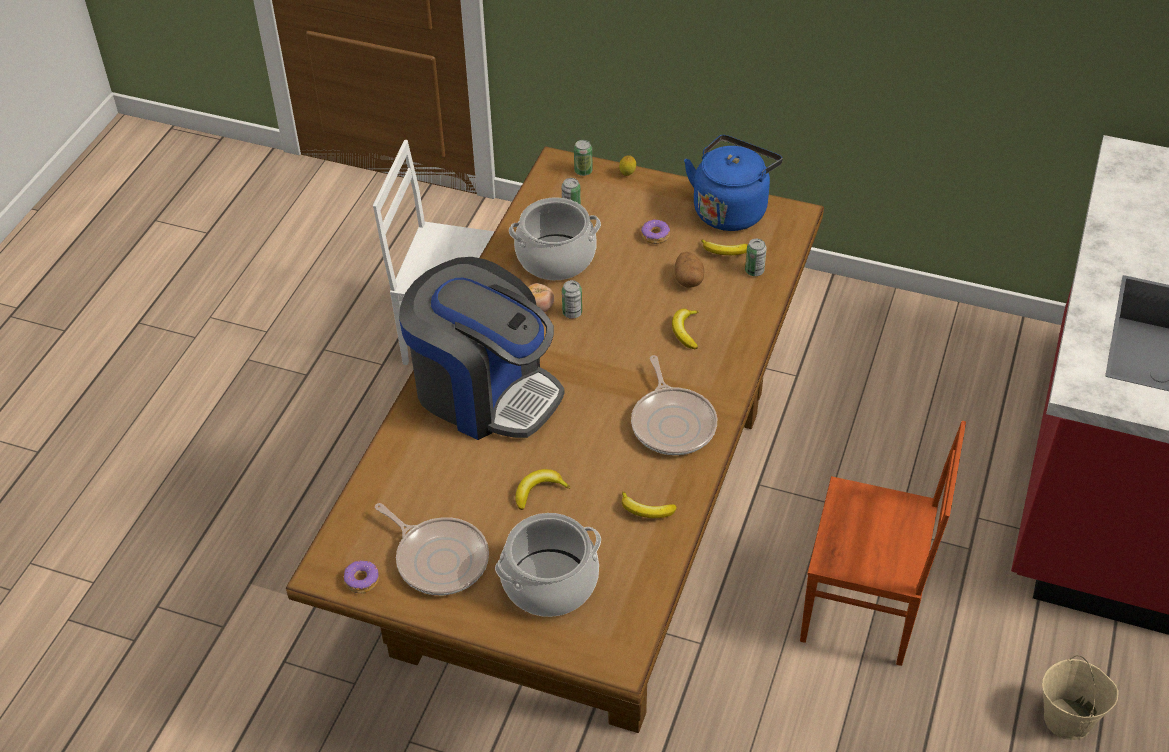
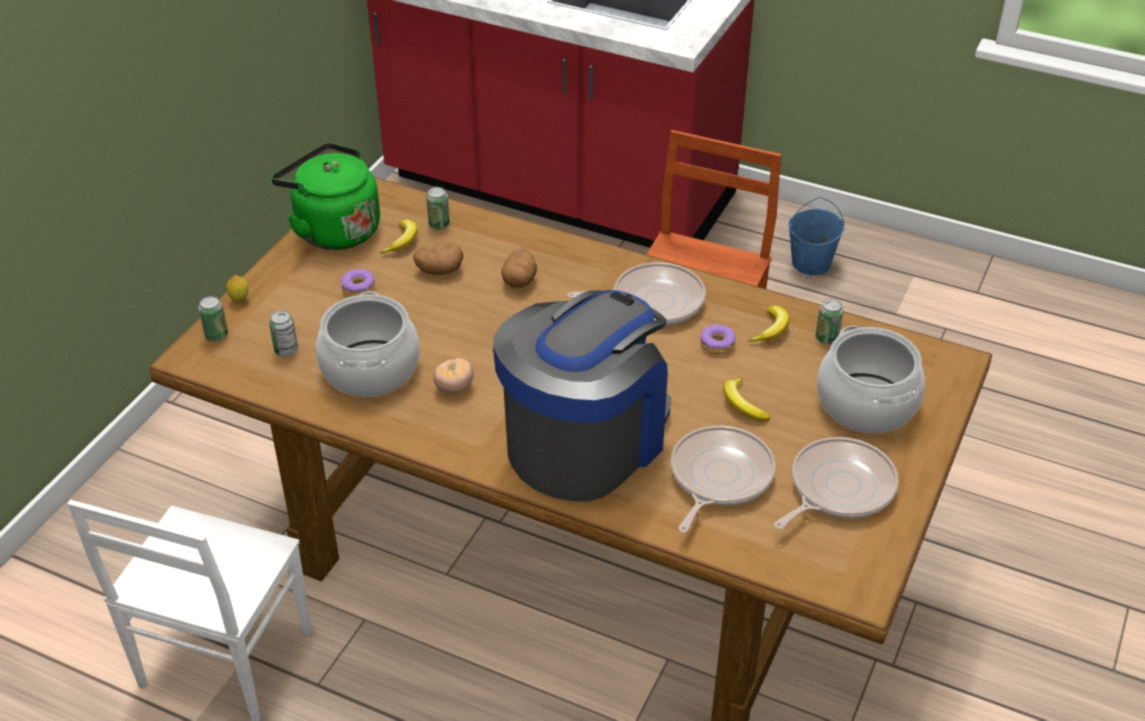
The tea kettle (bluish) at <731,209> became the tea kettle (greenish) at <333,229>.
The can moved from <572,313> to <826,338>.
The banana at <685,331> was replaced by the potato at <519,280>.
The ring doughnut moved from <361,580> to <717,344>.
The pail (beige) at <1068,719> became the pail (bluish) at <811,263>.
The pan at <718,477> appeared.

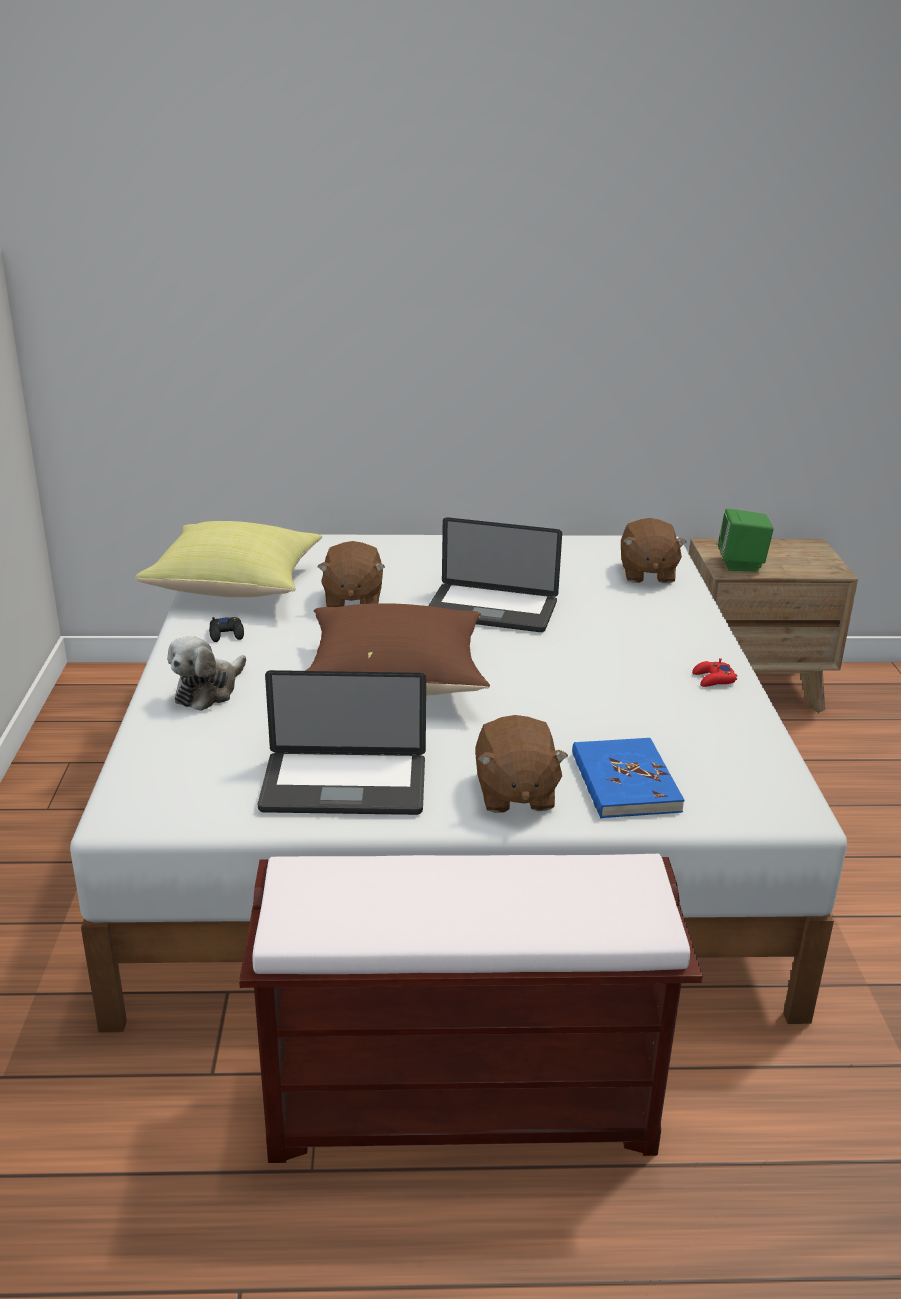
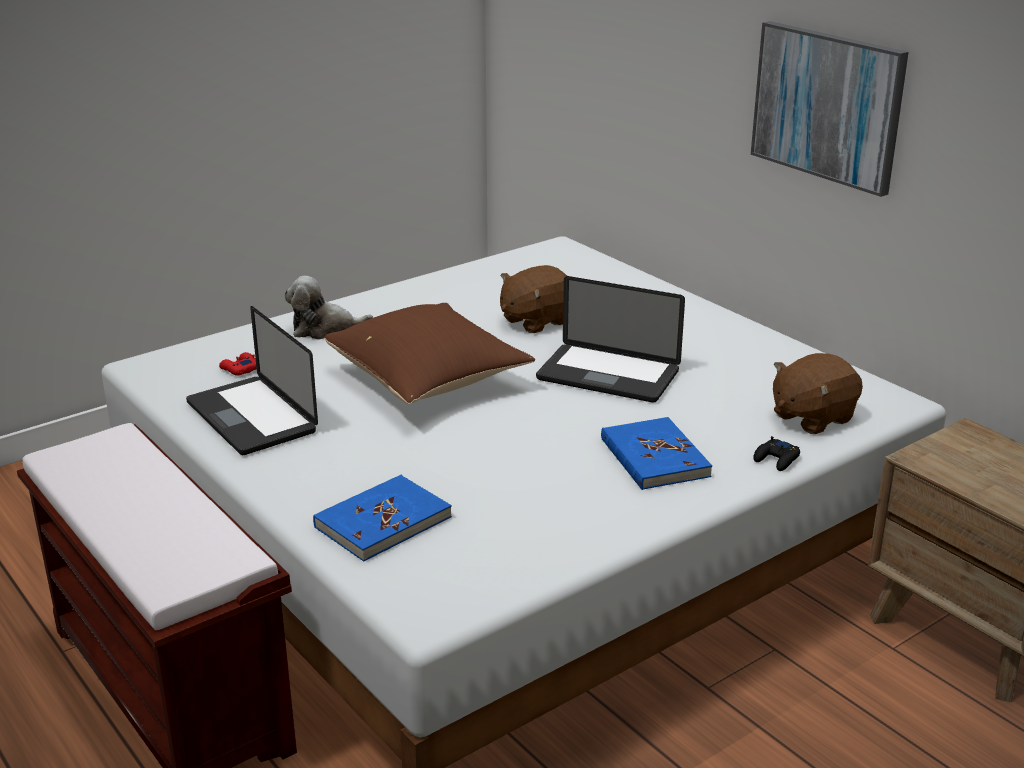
The loudspeaker (greenish) at <741,564> disappeared.
The laptop at <491,610> turned 45 degrees counterclockwise.
The throw pillow (yellow-coloured) at <237,586> disappeared.
The gamepad (black-coloured) moved from <227,634> to <776,460>.
The gamepad (reddish) moved from <713,679> to <240,369>.
The plush toy (brown-coloured) at <514,793> disappeared.
The wall picture at <827,105> appeared.
The volume (bluish) at <654,458> appeared.

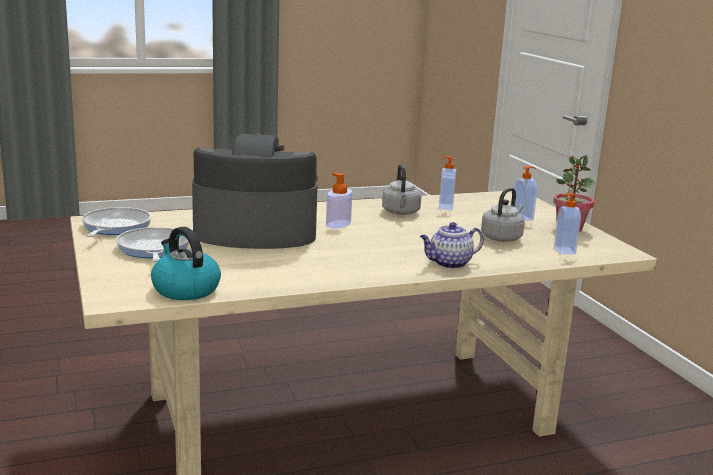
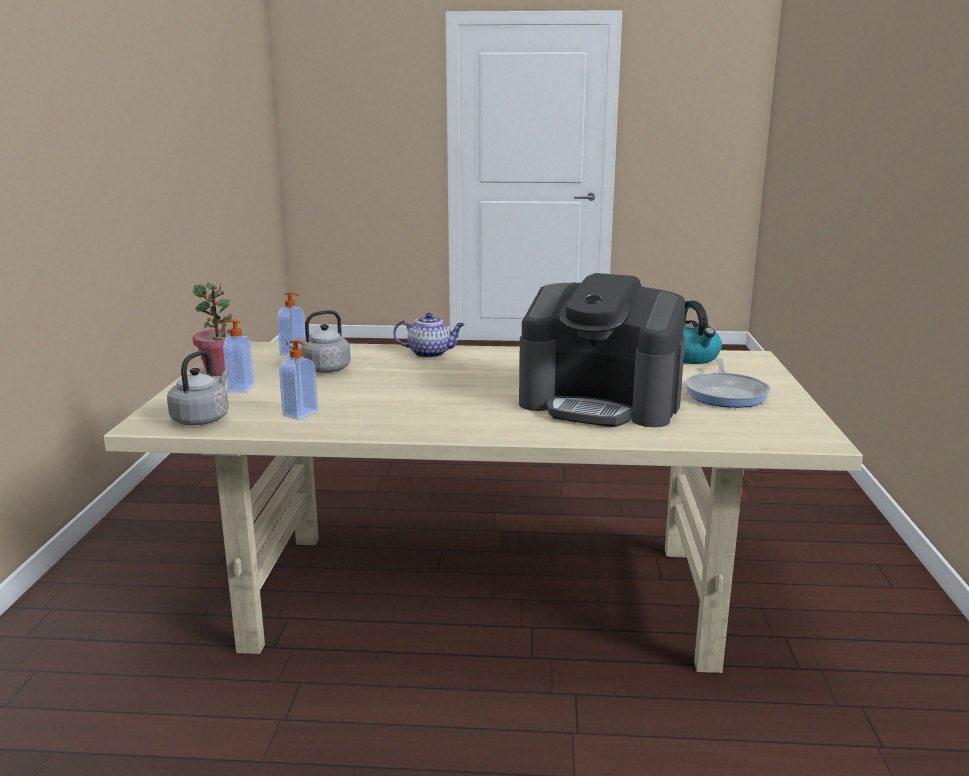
The tea kettle (gray) moved from <401,213> to <202,419>.
The soap bottle at <338,224> disappeared.
The pan at <114,227> disappeared.

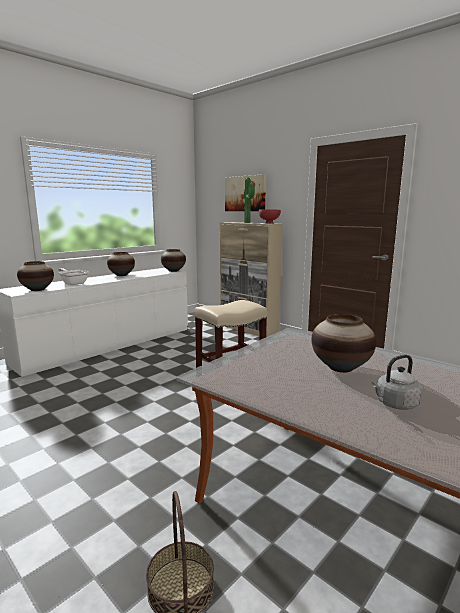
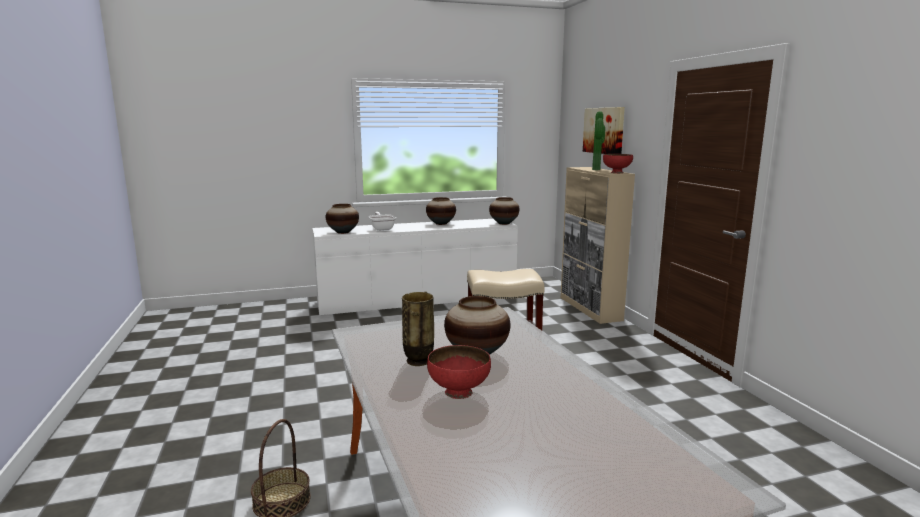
The tea kettle (gray) at <395,404> was replaced by the serving bowl (reddish) at <458,393>.
The flower vase at <419,361> appeared.

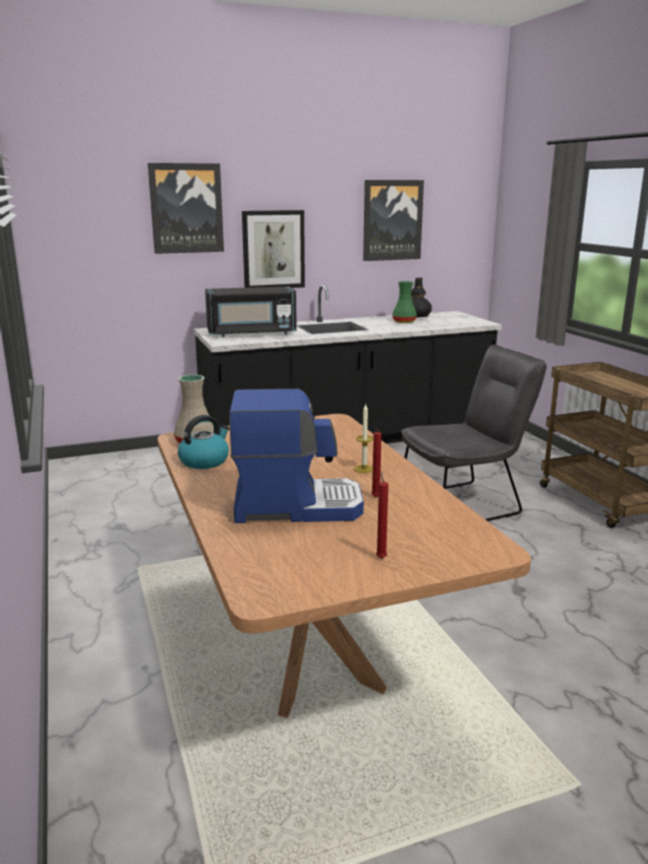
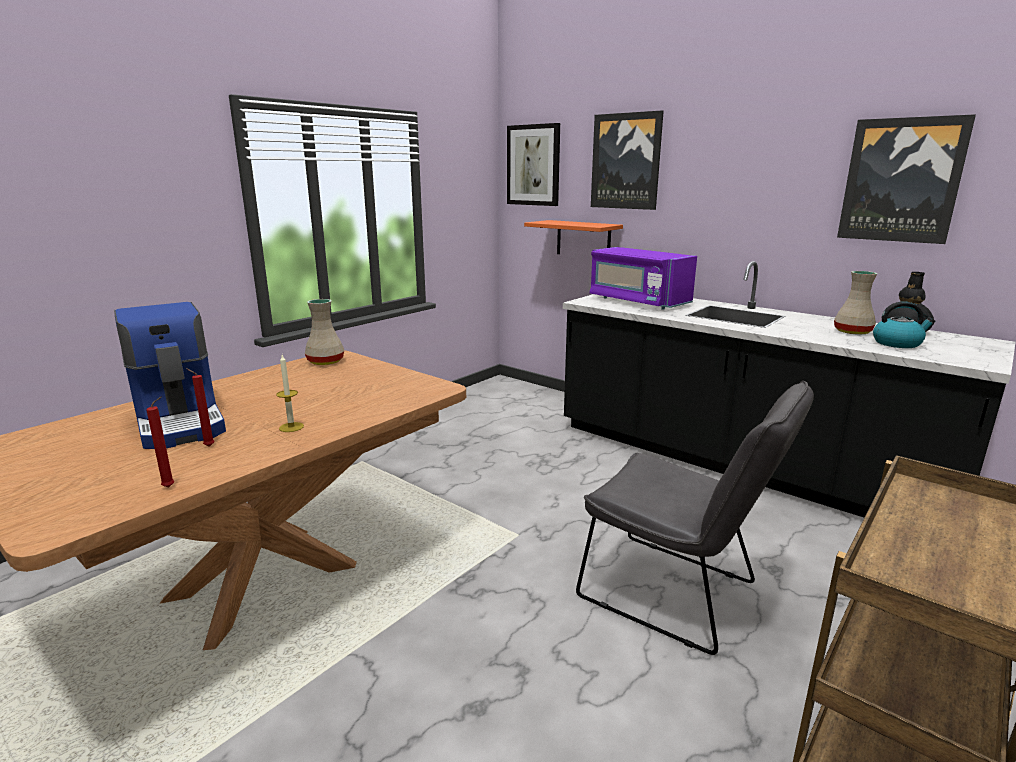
The wall picture moved from <273,250> to <533,165>.
The flower vase (greenish) at <404,322> became the flower vase (beige) at <853,332>.
The microwave (black-coloured) at <251,333> became the microwave (purple-coloured) at <637,301>.
The tea kettle moved from <204,461> to <897,343>.
The wax light (reddish) moved from <381,557> to <171,486>.
The shelf (orange) at <583,239> appeared.

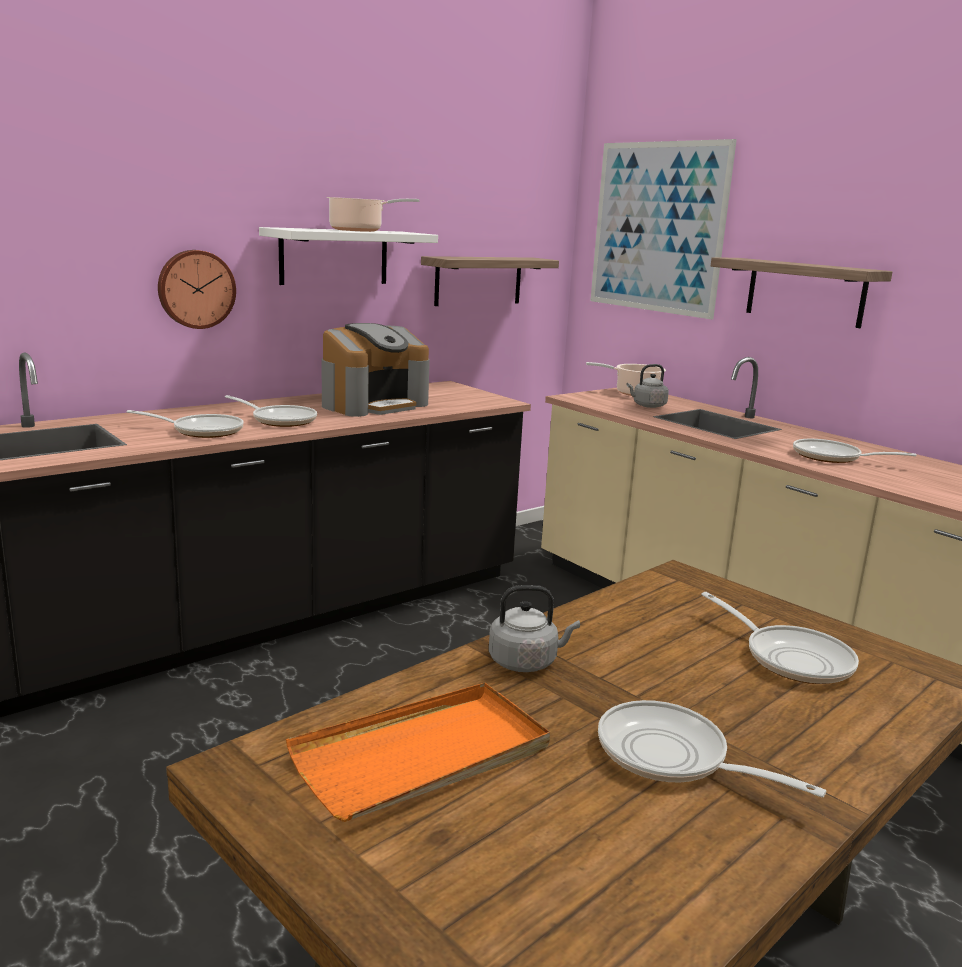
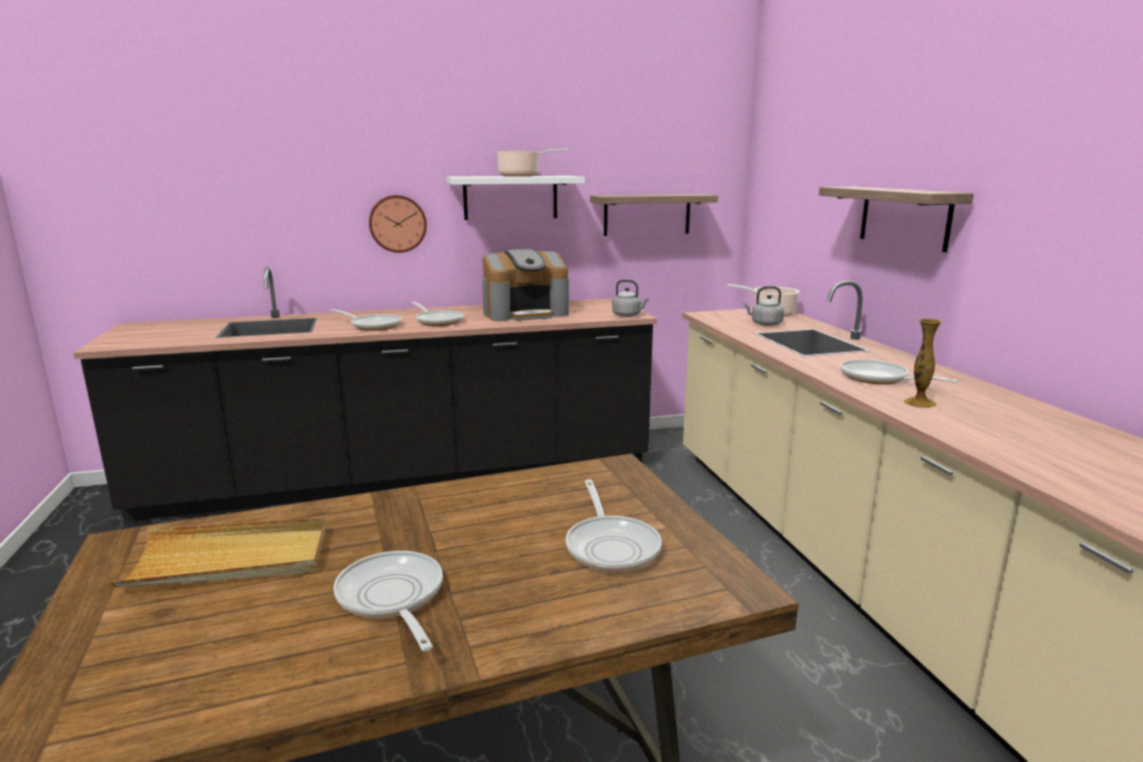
The wall picture at <657,227> disappeared.
The tea kettle (gray) moved from <526,662> to <628,315>.
The serving tray (orange) at <424,756> became the serving tray (beige) at <230,559>.
The flower vase at <919,403> appeared.

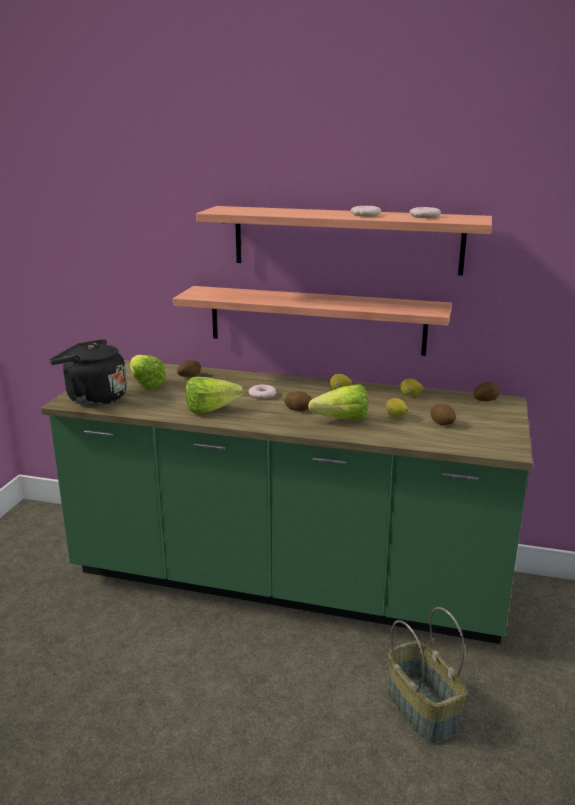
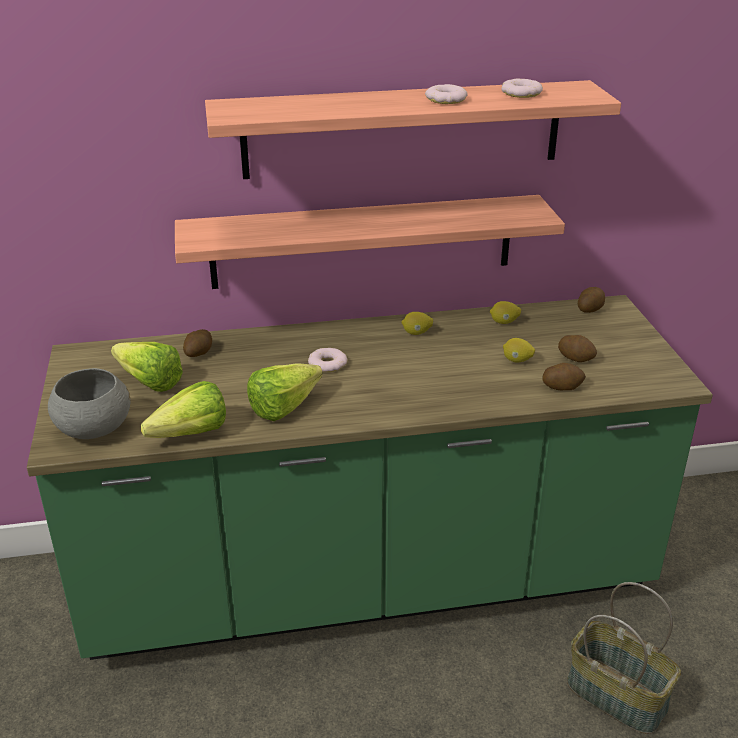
The tea kettle (black-coloured) at <93,398> was replaced by the serving bowl (gray) at <94,429>.
The head of lettuce moved from <337,420> to <184,436>.
The potato moved from <298,409> to <562,387>.

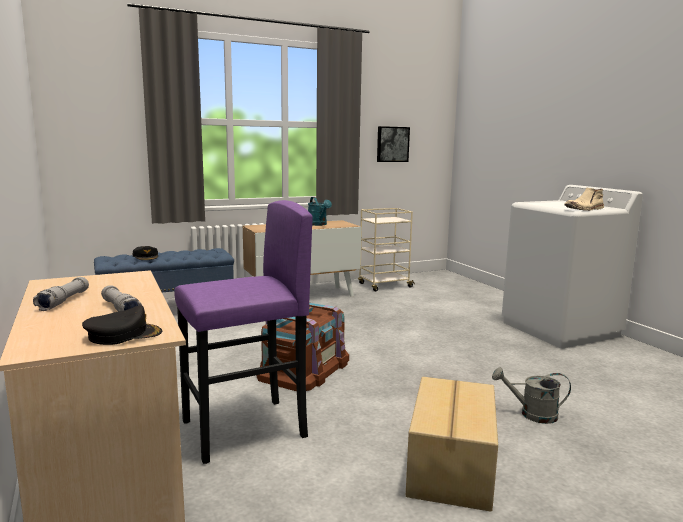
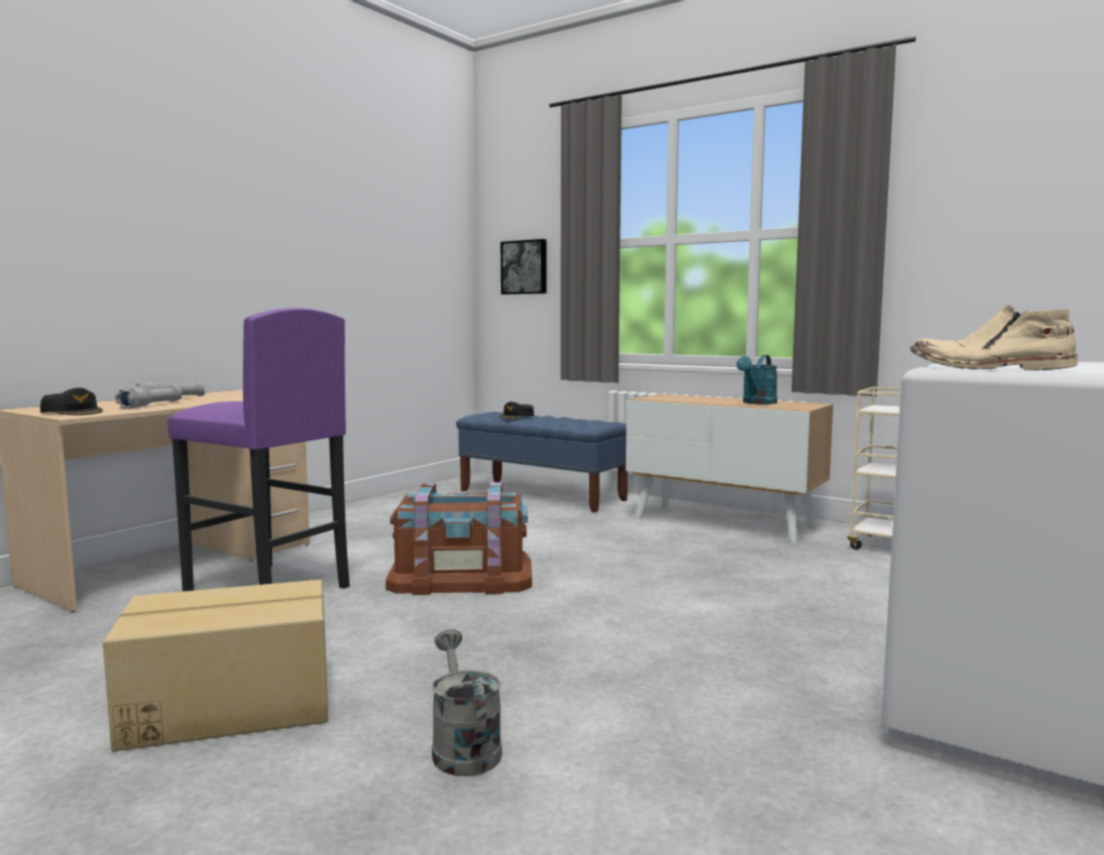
The wall picture moved from <392,144> to <525,267>.

